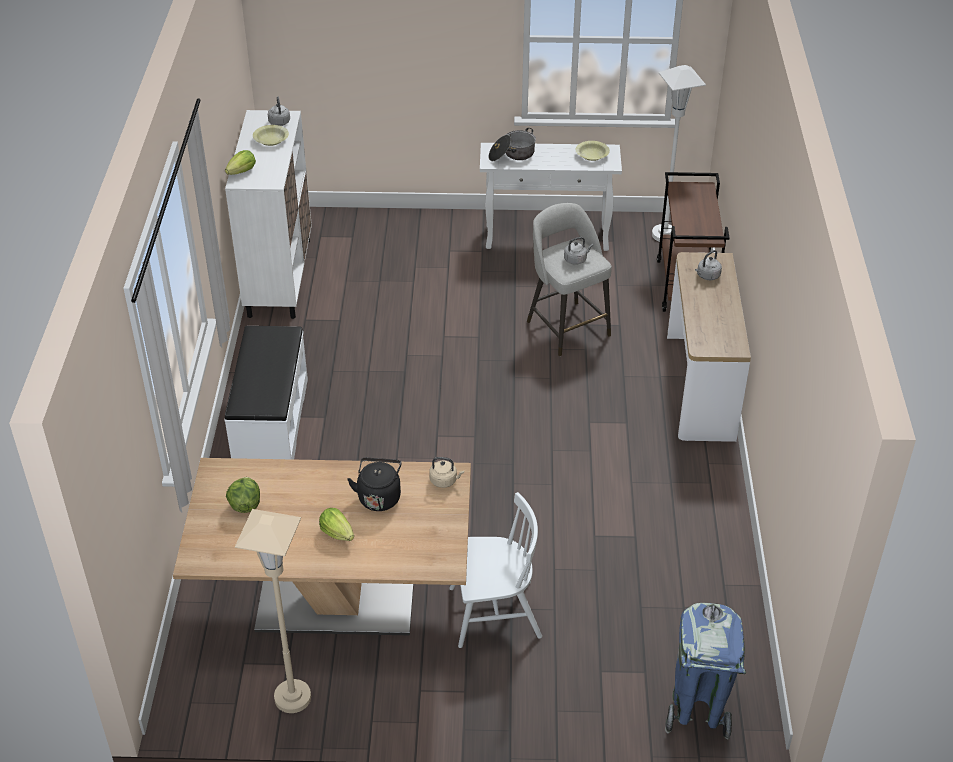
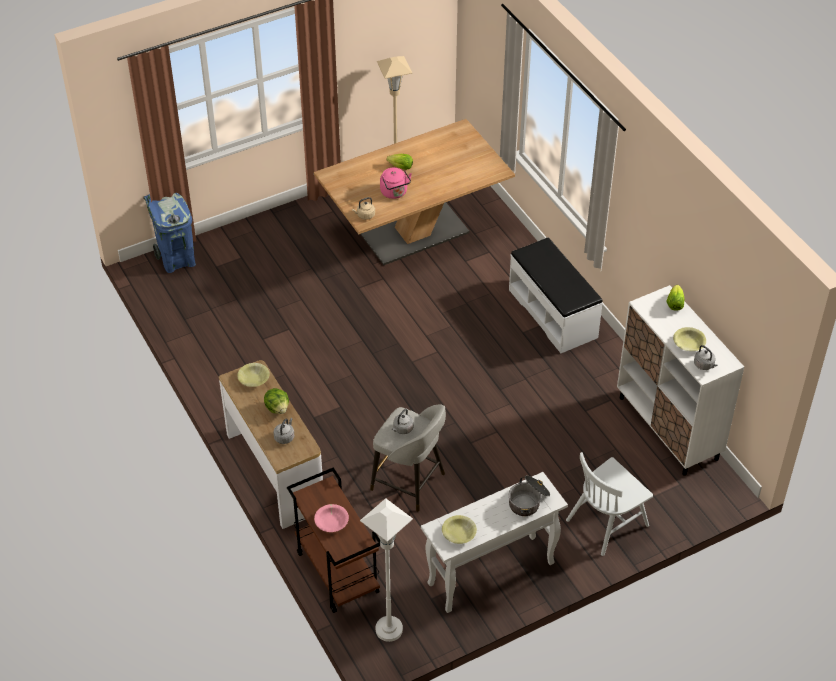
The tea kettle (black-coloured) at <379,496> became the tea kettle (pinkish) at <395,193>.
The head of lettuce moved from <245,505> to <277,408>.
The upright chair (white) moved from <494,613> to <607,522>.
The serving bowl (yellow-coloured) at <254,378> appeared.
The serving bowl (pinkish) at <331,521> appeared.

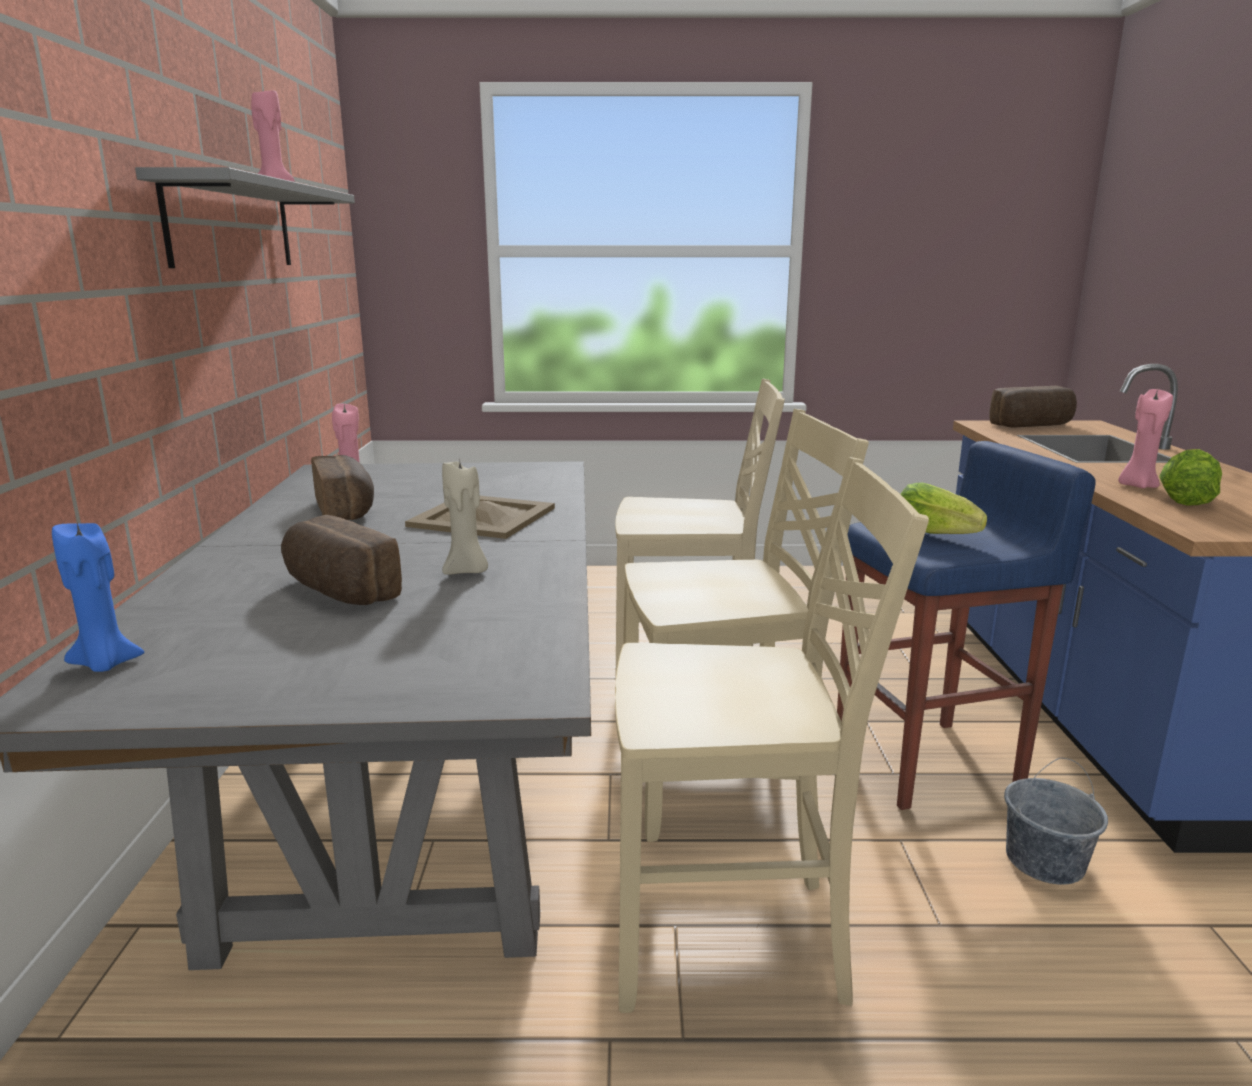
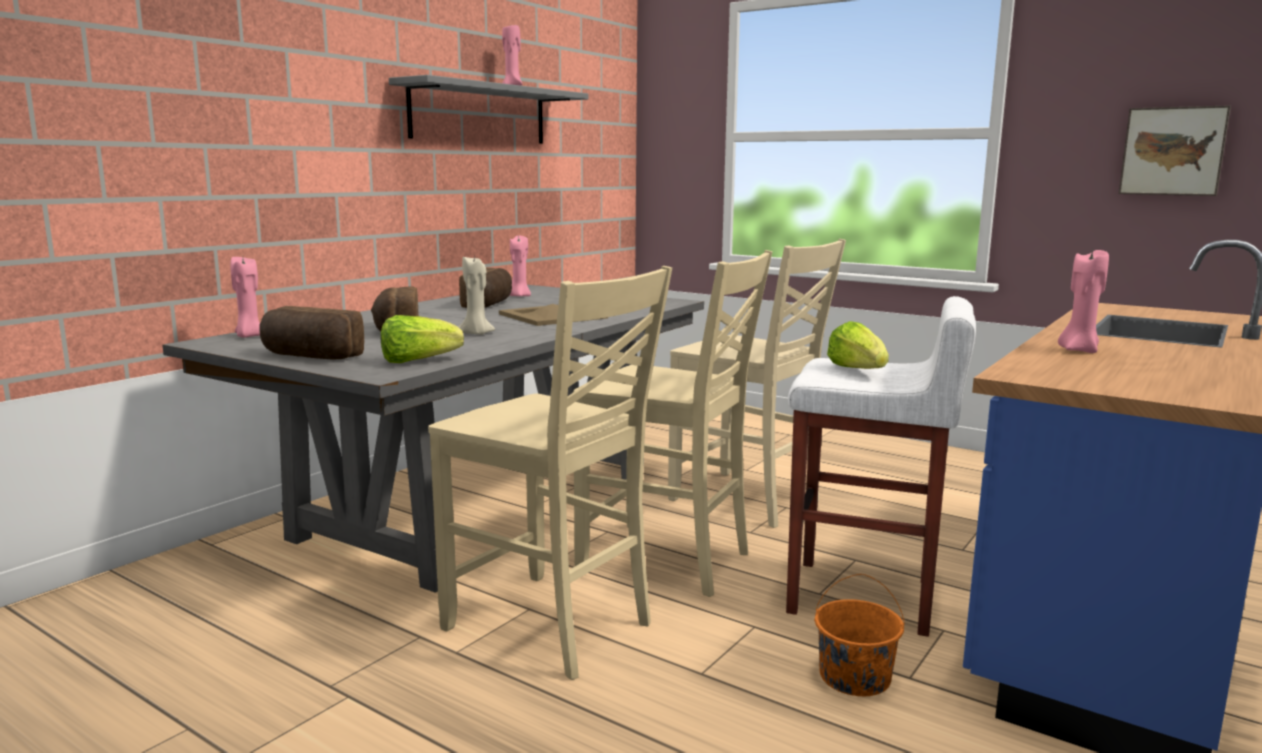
The baked bread moved from <1033,426> to <310,356>.
The stool seat (bluish) at <930,764> became the stool seat (white) at <864,598>.
The head of lettuce moved from <1186,499> to <418,361>.
The wax light (bluish) at <105,664> became the wax light (pinkish) at <249,336>.
The pail (gray) at <1044,861> became the pail (orange) at <854,677>.
The wall picture at <1173,151> appeared.

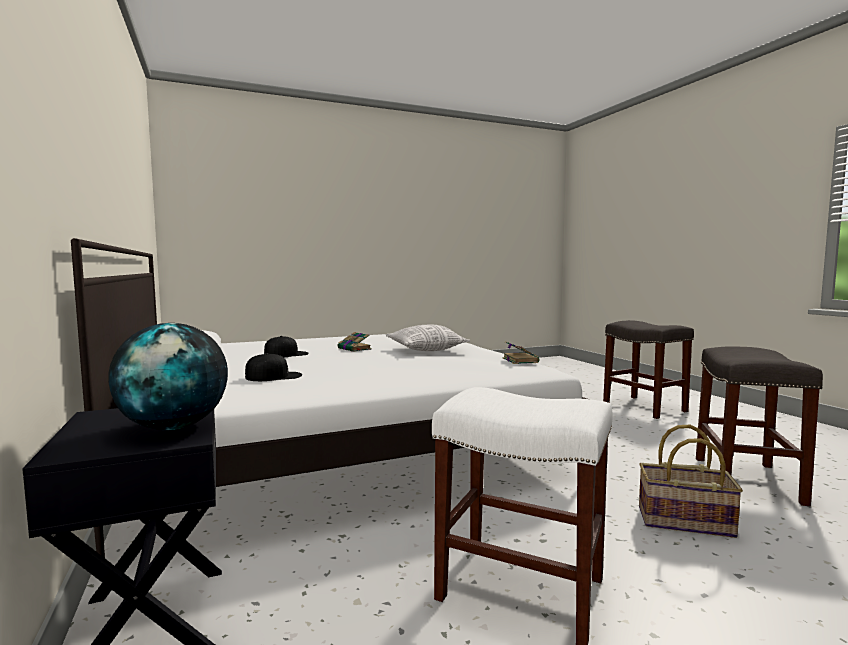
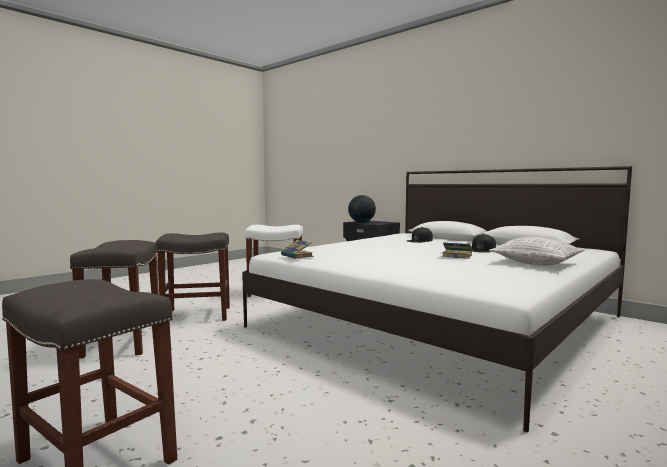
The throw pillow moved from <425,350> to <536,263>.
The basket at <684,522> was replaced by the stool seat (gray) at <198,315>.

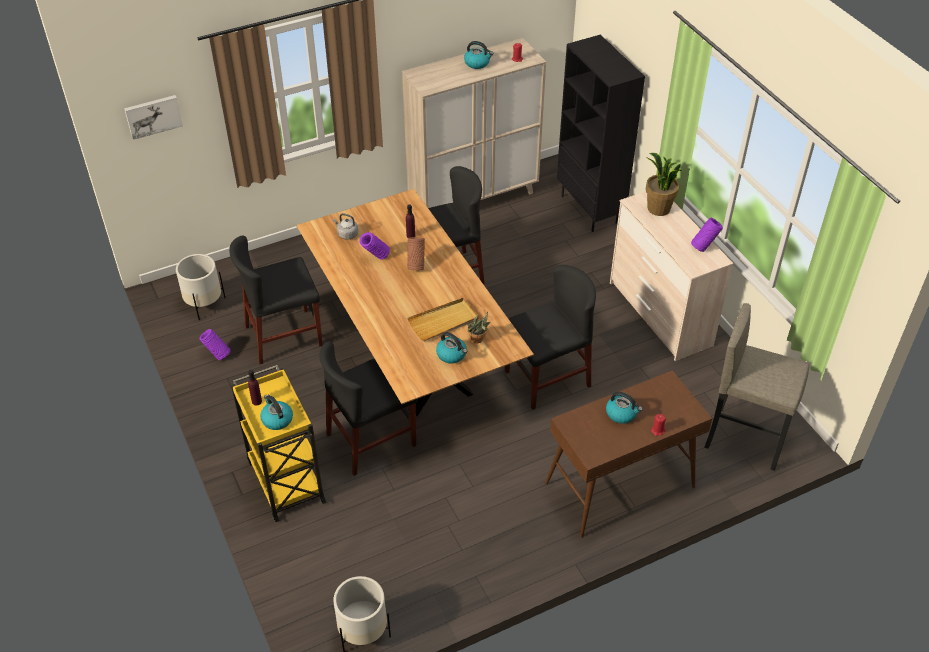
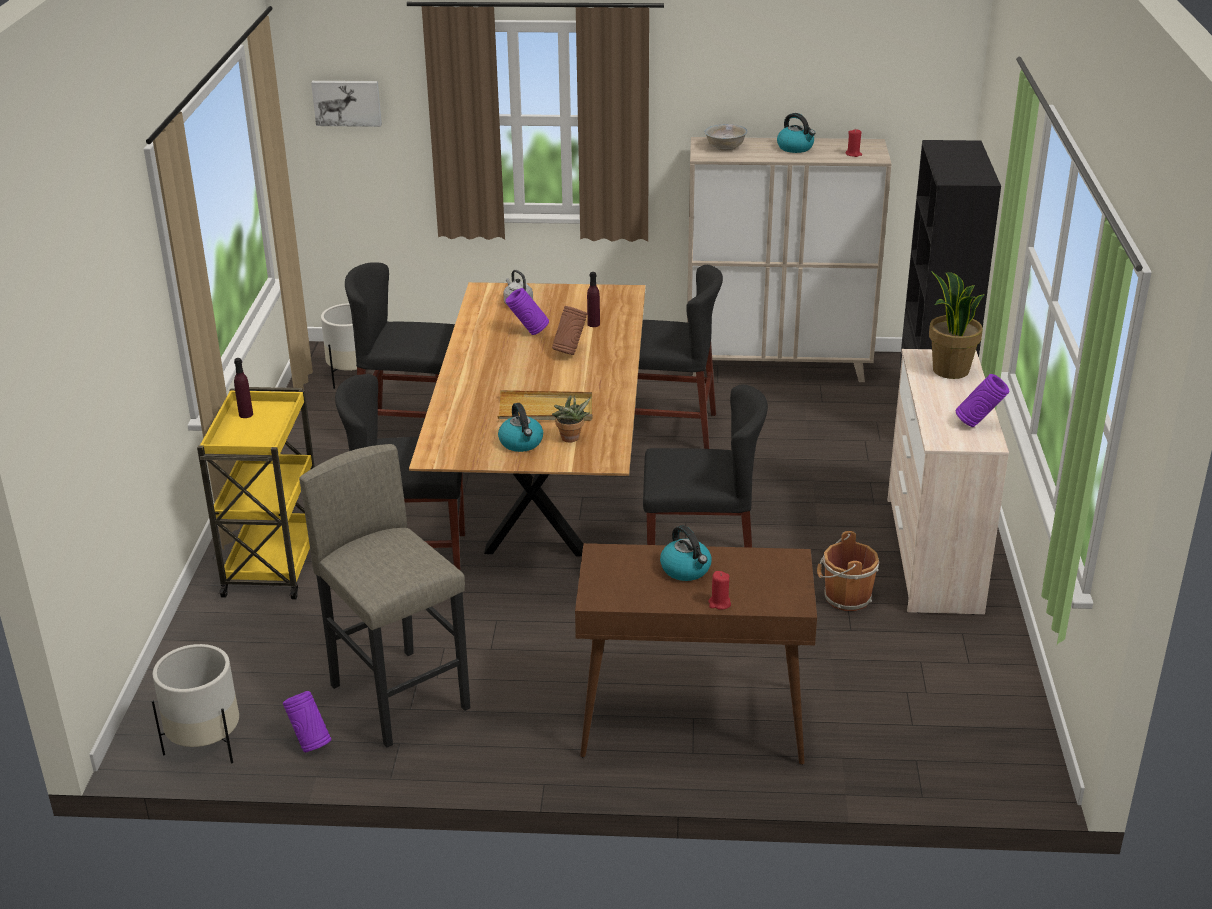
The stool seat (gray) moved from <745,437> to <400,696>.
The flower vase (purple-coloured) moved from <217,355> to <310,744>.
The tea kettle at <277,419> disappeared.
The serving bowl (white) at <725,147> appeared.
The pail (brown-coloured) at <845,598> appeared.

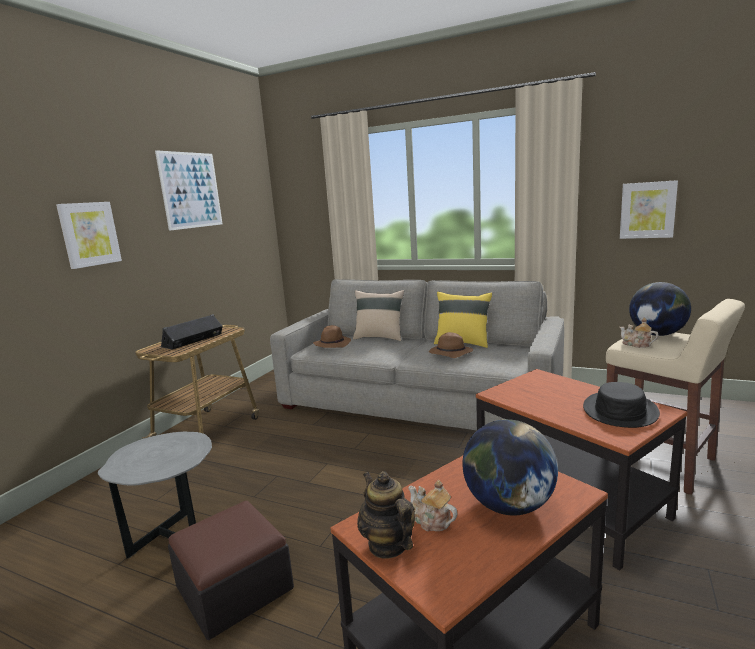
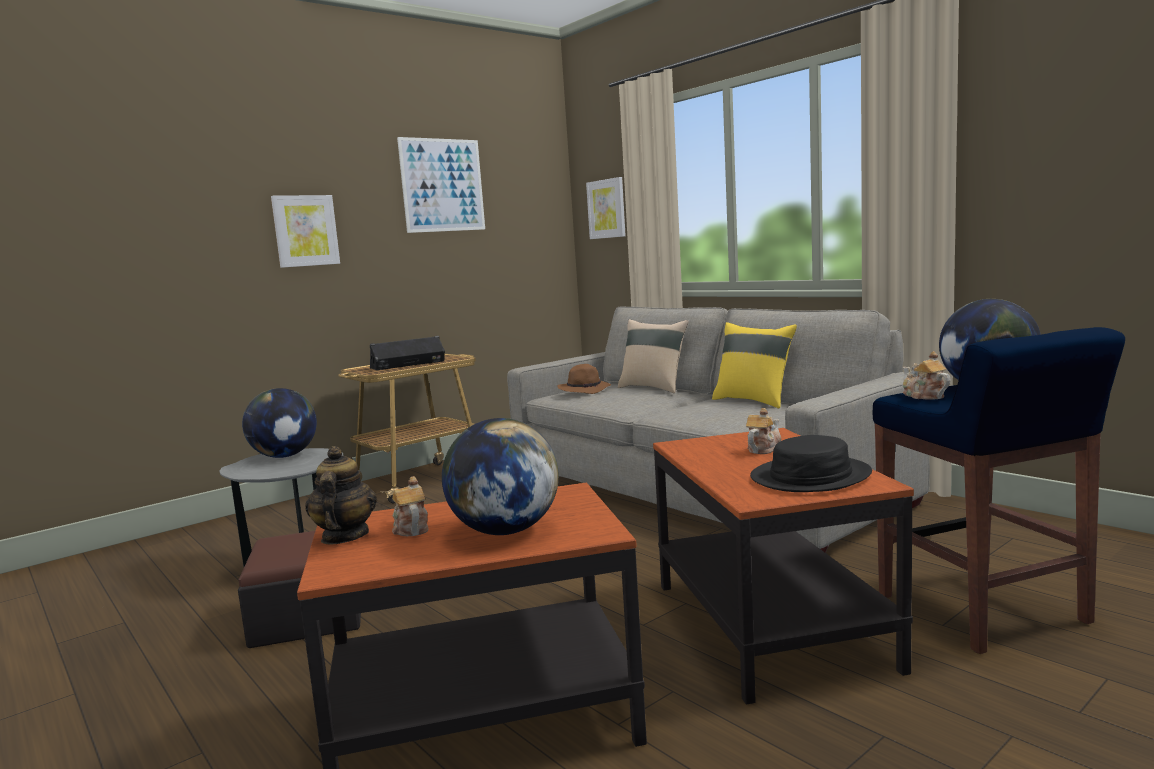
The wall picture moved from <647,210> to <607,209>.
The stool seat (beige) at <661,463> became the stool seat (bluish) at <983,611>.
The clothing hat (brown-coloured) at <450,353> disappeared.
The world globe at <284,456> appeared.
The tea pot at <763,449> appeared.

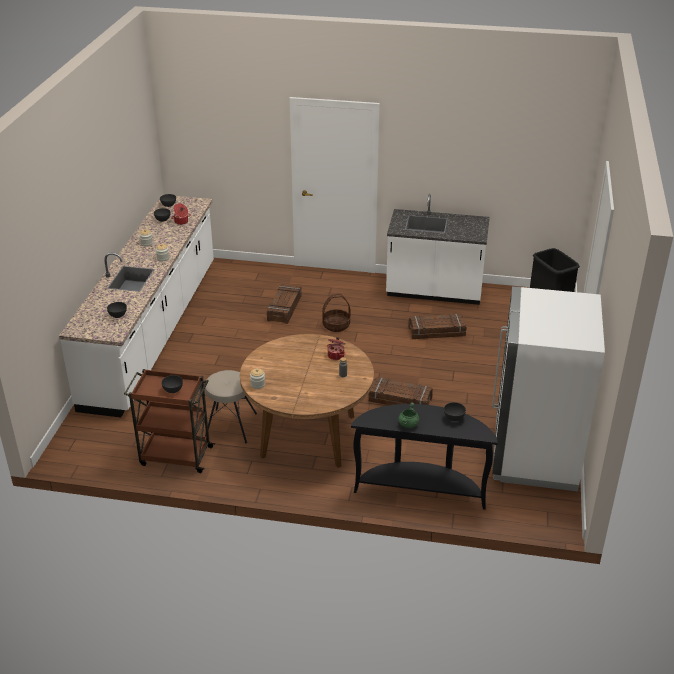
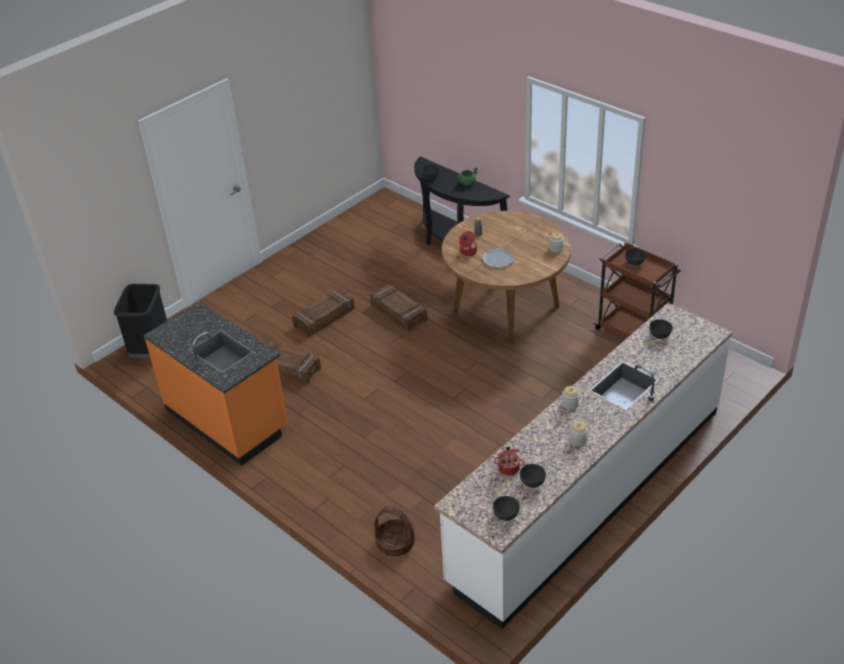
The kitchen base unit (white) at <434,292> became the kitchen base unit (orange) at <228,419>.
The crate moved from <285,308> to <324,317>.
The refrigerator (white) at <534,454> disappeared.
The basket moved from <336,325> to <395,544>.
The stool seat (beige) at <230,426> disappeared.
The flat dish at <497,259> appeared.

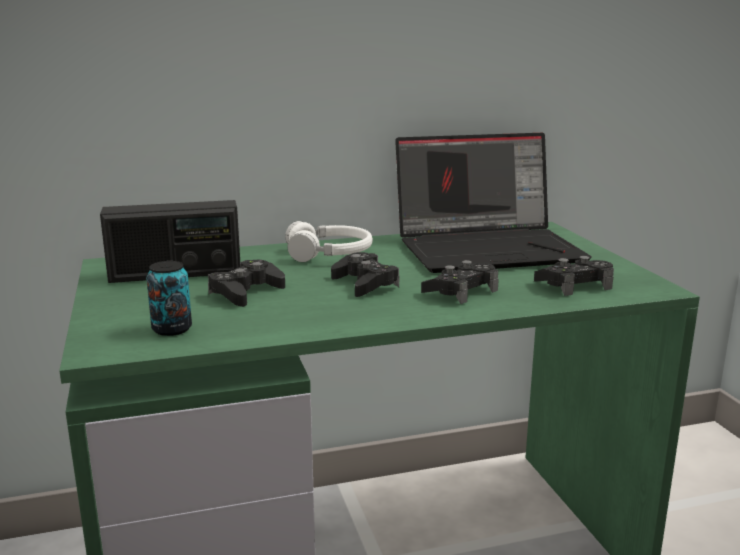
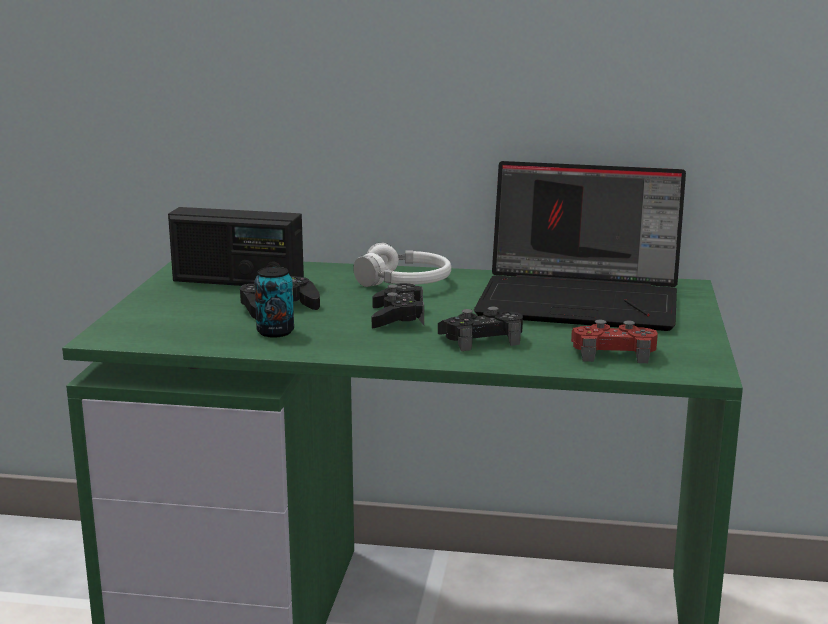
The gamepad (black-coloured) at <574,285> became the gamepad (reddish) at <613,353>.
The can moved from <172,329> to <275,332>.

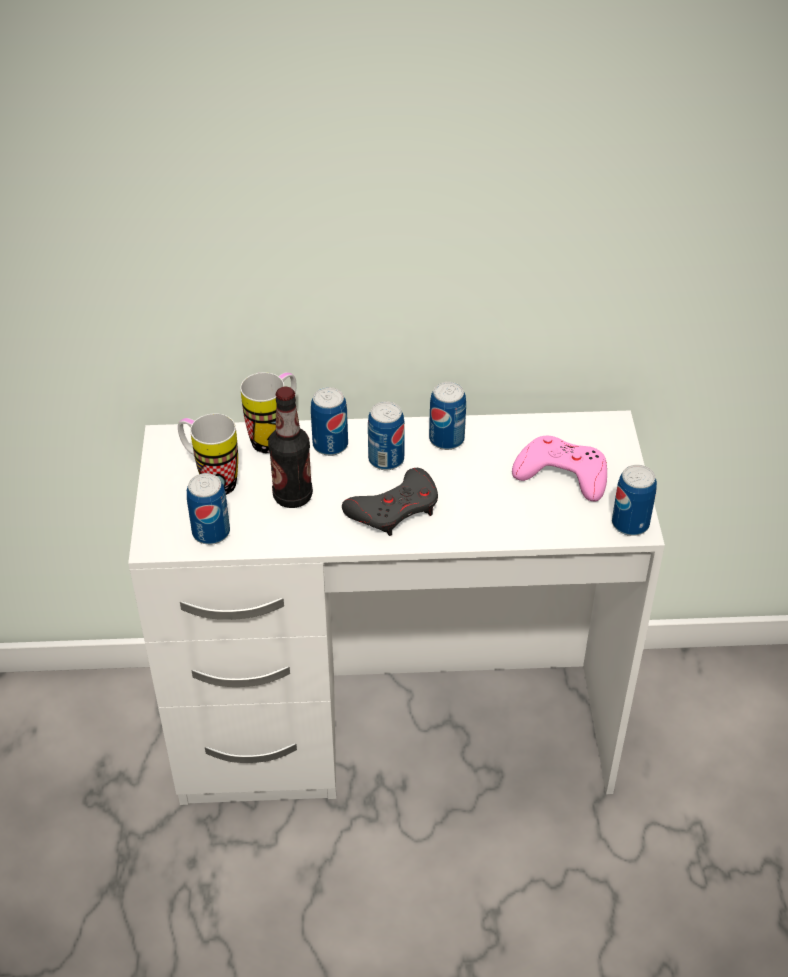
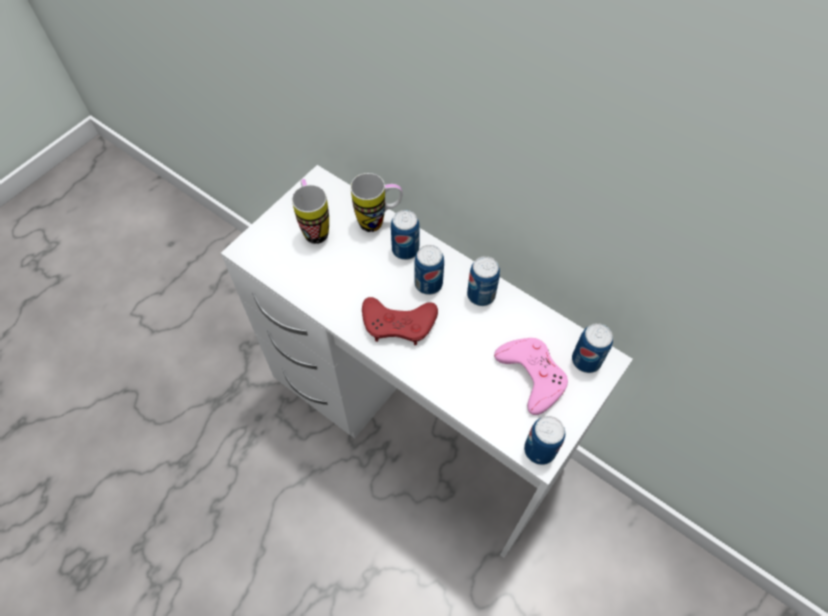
The bottle at <292,496> disappeared.
The gamepad (gray) at <395,508> became the gamepad (reddish) at <399,323>.
The can moved from <211,533> to <586,360>.

